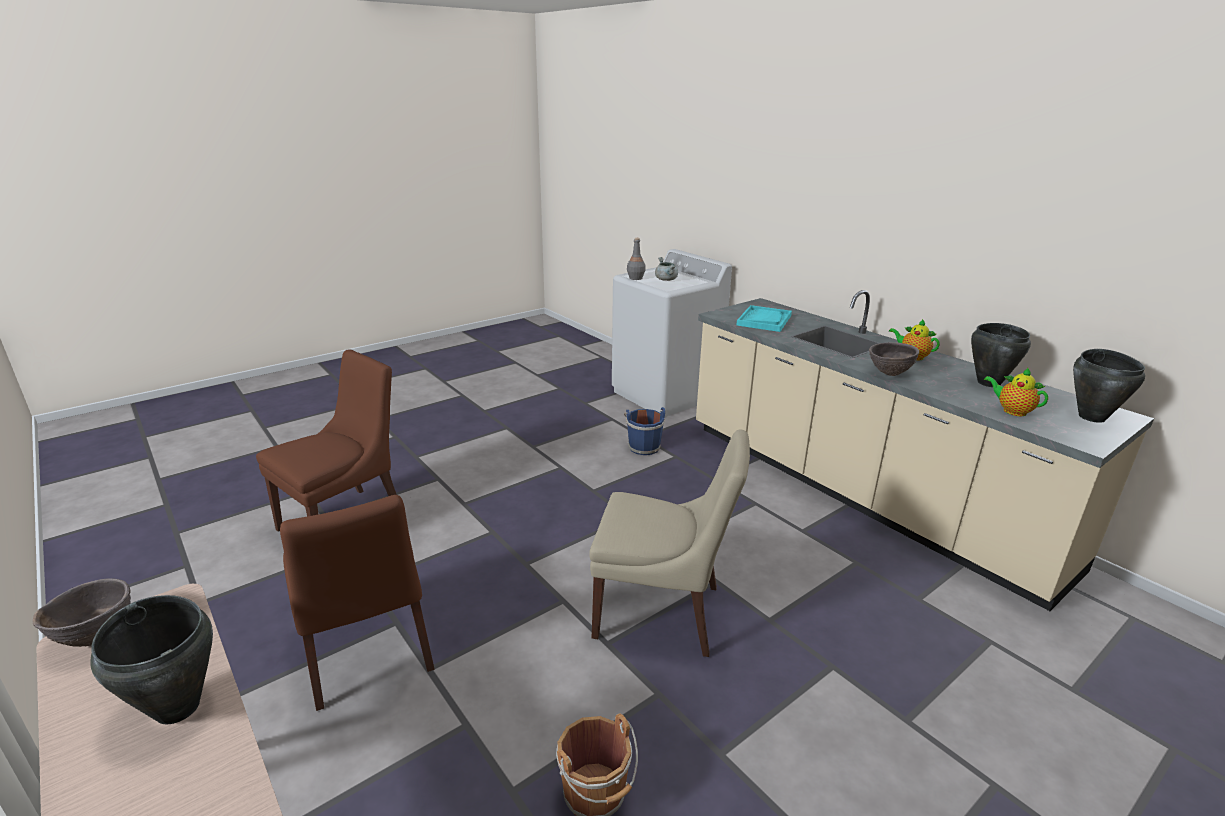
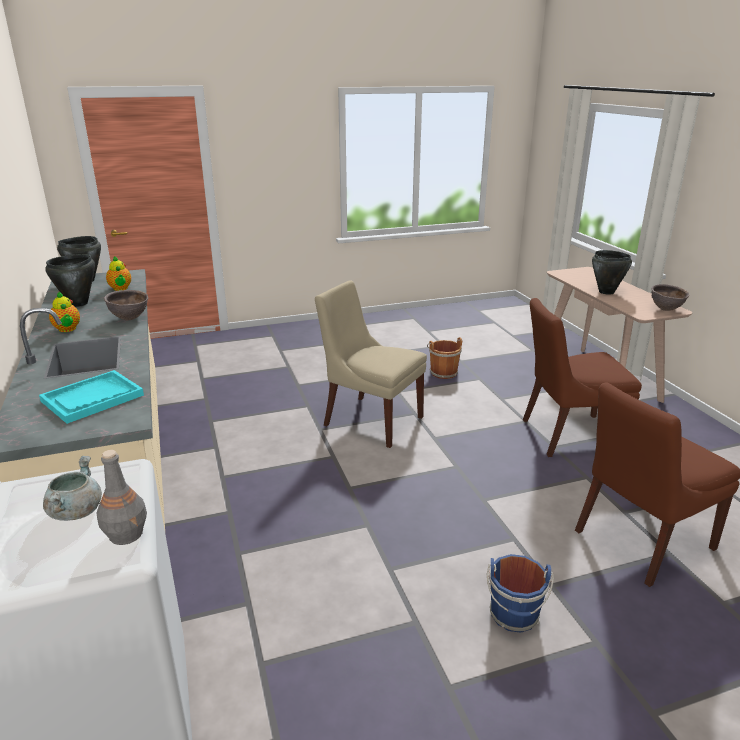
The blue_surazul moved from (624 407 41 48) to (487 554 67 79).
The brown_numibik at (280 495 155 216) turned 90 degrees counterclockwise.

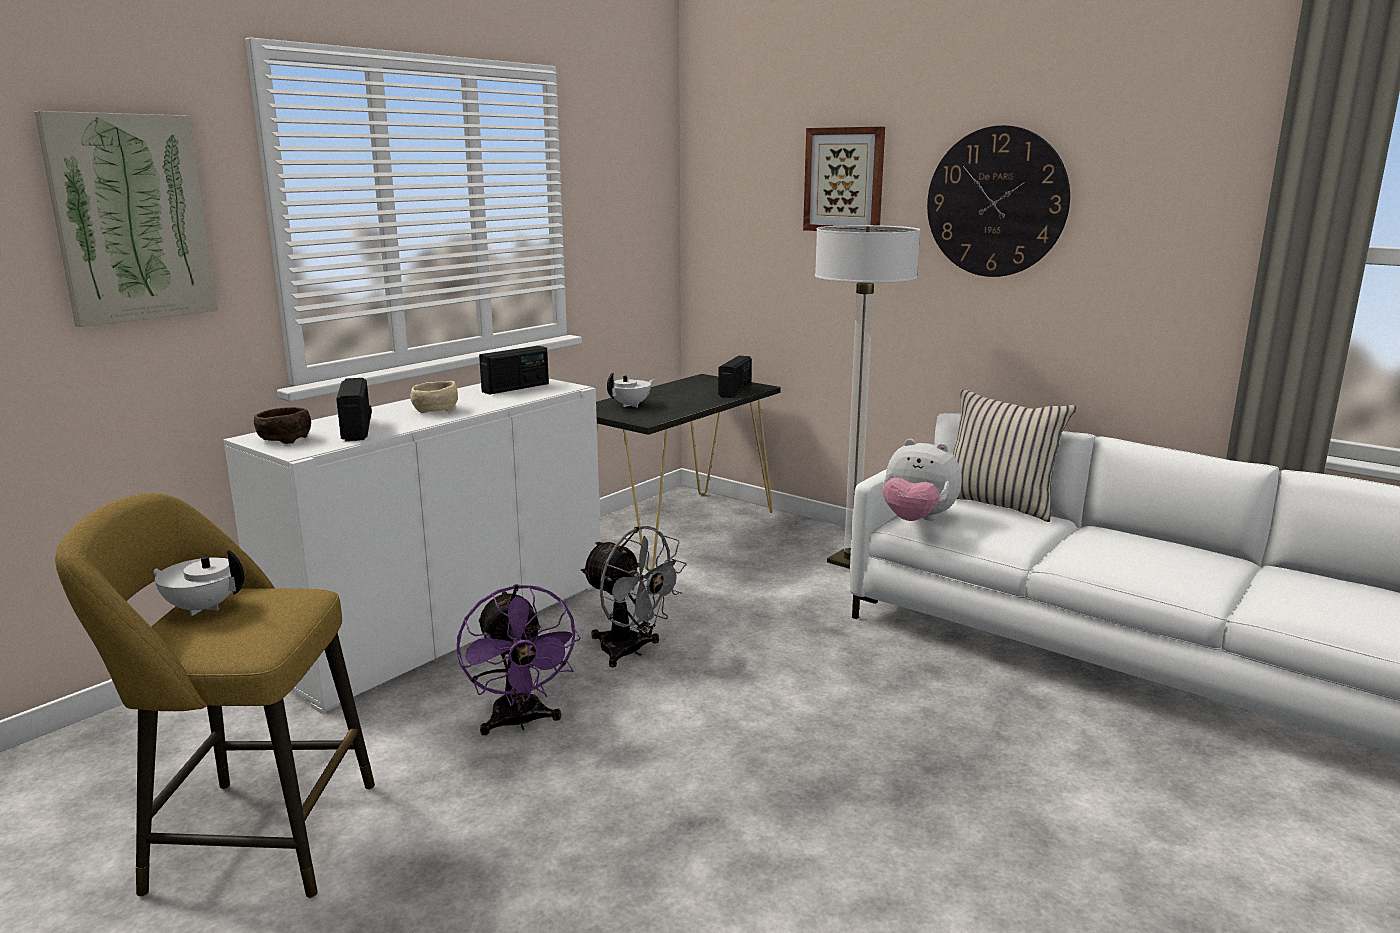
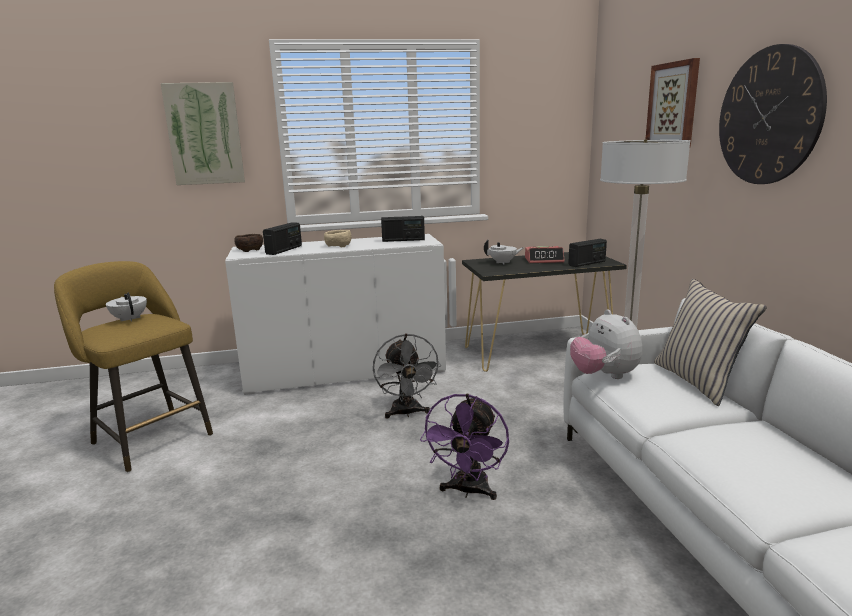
The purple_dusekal moved from (457 584 124 151) to (420 394 89 106).
The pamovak at (525 246 39 17) appeared.

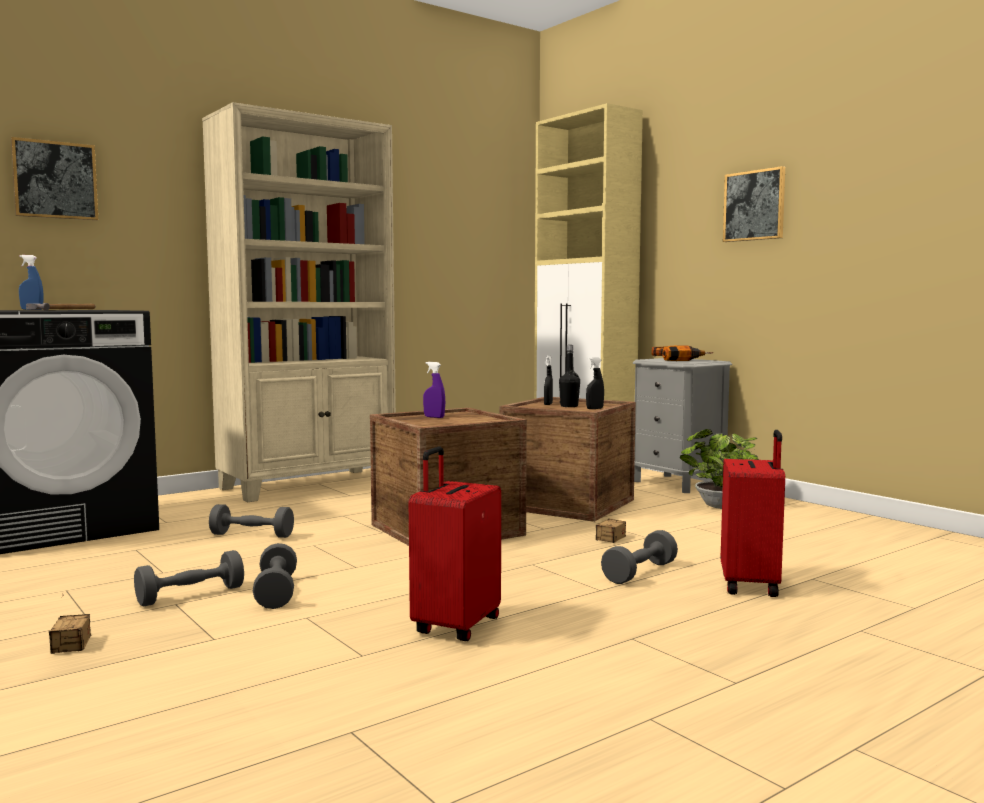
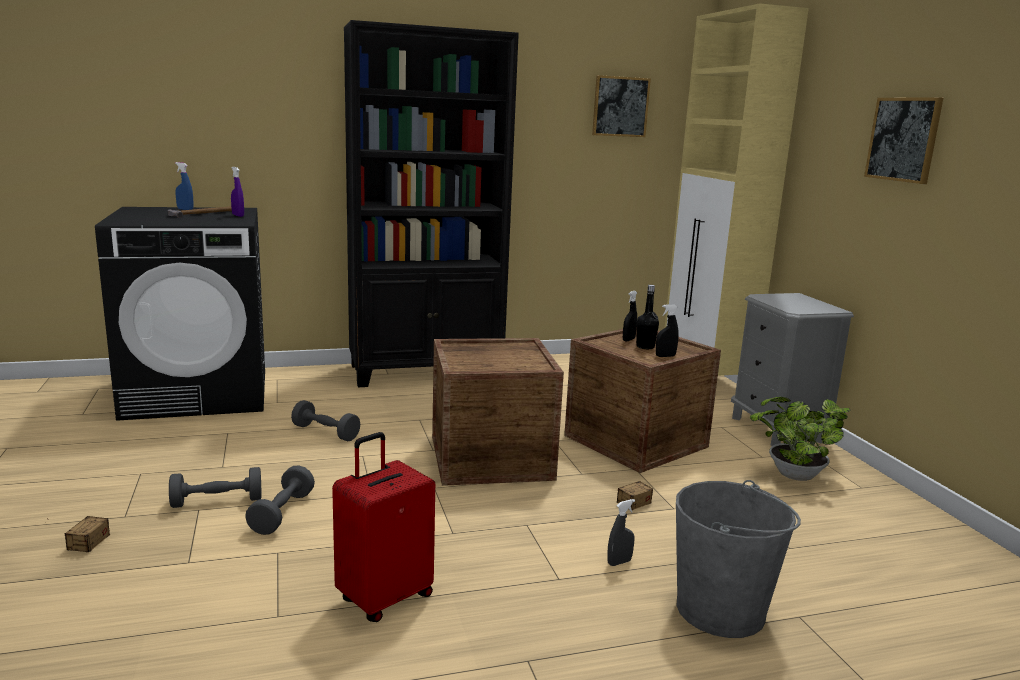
The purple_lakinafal moved from (423 362 22 56) to (231 167 13 50).
The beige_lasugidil at (202 102 194 401) became the black_lasugidil at (344 20 175 367).
The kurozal moved from (11 137 87 83) to (592 75 59 62).
The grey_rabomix at (601 530 77 54) was replaced by the grey_lakinafal at (607 499 28 67).
The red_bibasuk at (721 430 64 167) was replaced by the grey_surazul at (676 480 125 158).
The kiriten at (651 345 62 16) disappeared.

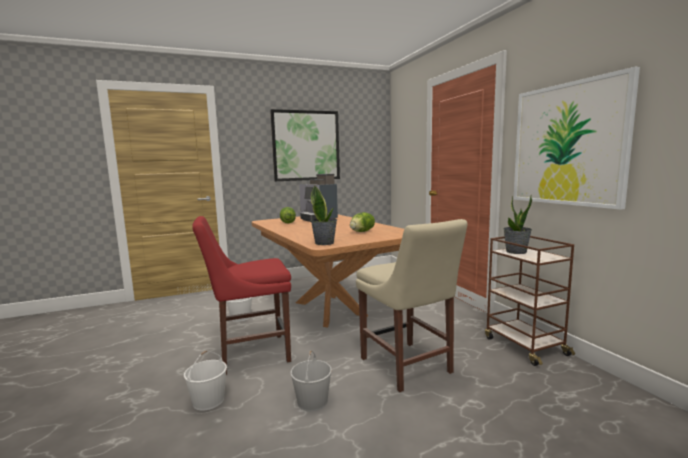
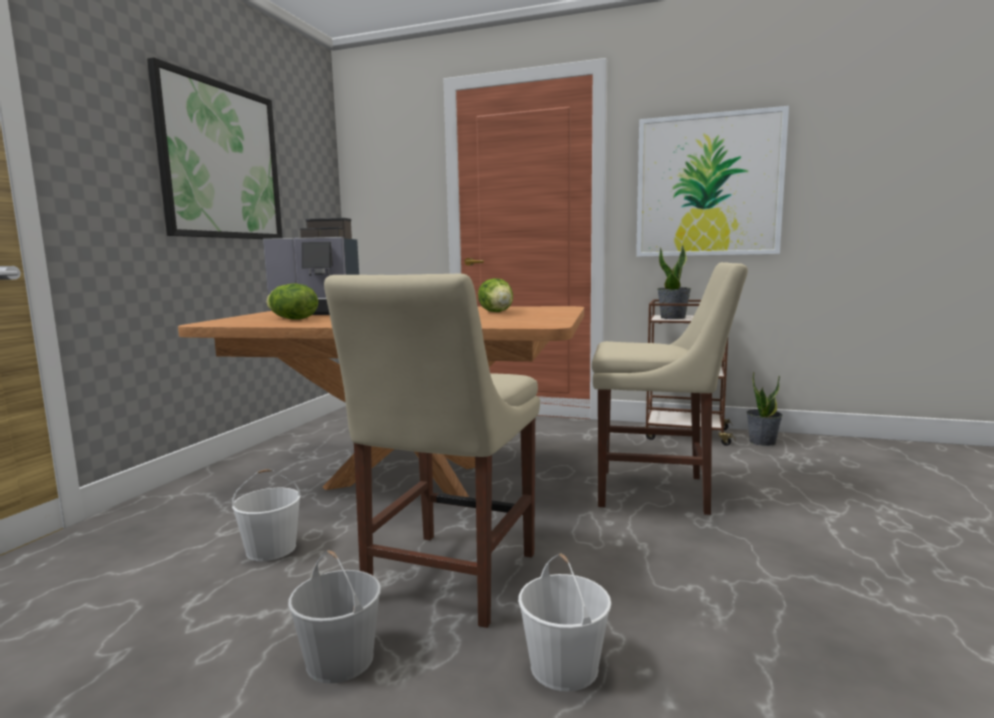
The white_surazul moved from (290 350 42 61) to (288 550 93 133).
The red_numibik at (192 216 99 159) became the beige_numibik at (324 274 216 354).
The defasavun moved from (311 185 26 60) to (747 371 36 75).

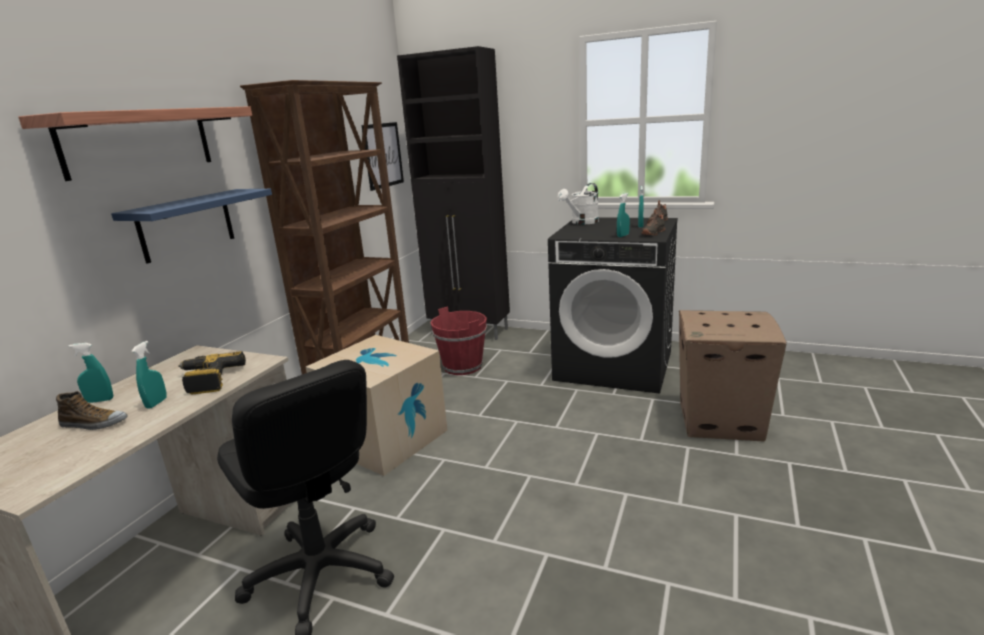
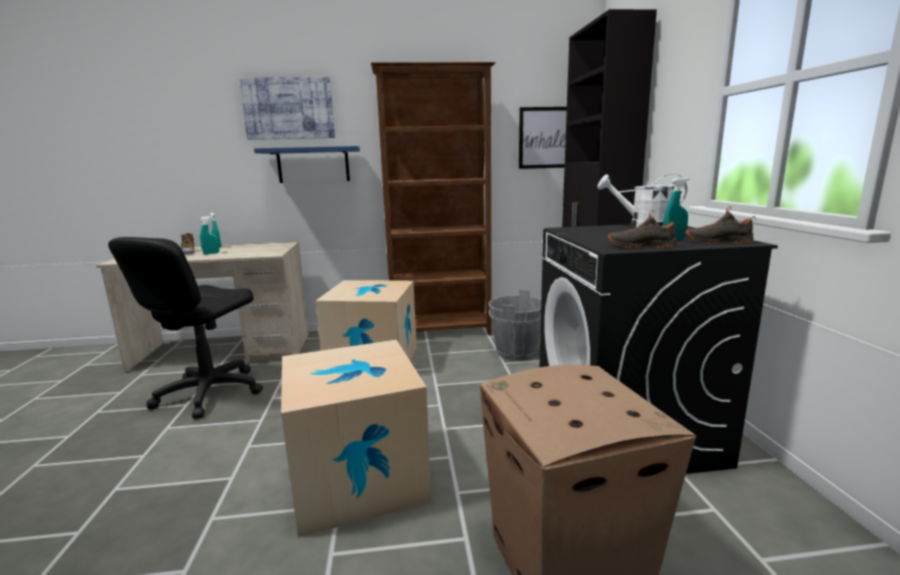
The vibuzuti at (18 106 234 75) was replaced by the kurozal at (239 77 96 63).
The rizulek at (281 340 150 198) appeared.
The red_surazul at (430 307 57 68) became the grey_surazul at (489 289 52 72).
The kiriten at (178 351 68 43) disappeared.
The turquoise_lakinafal at (617 193 13 44) disappeared.

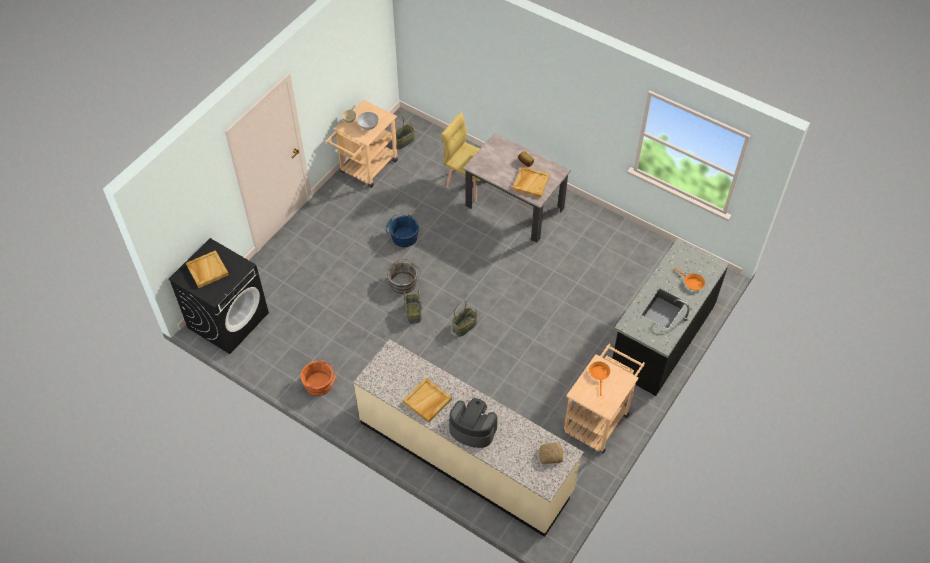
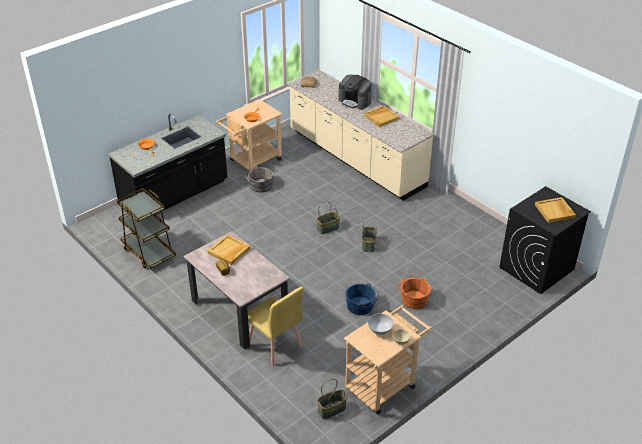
The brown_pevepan at (117 188 59 81) appeared.
The grey_surazul moved from (387 259 34 35) to (245 166 28 27).
The orange_surazul moved from (300 360 37 36) to (397 276 34 33).

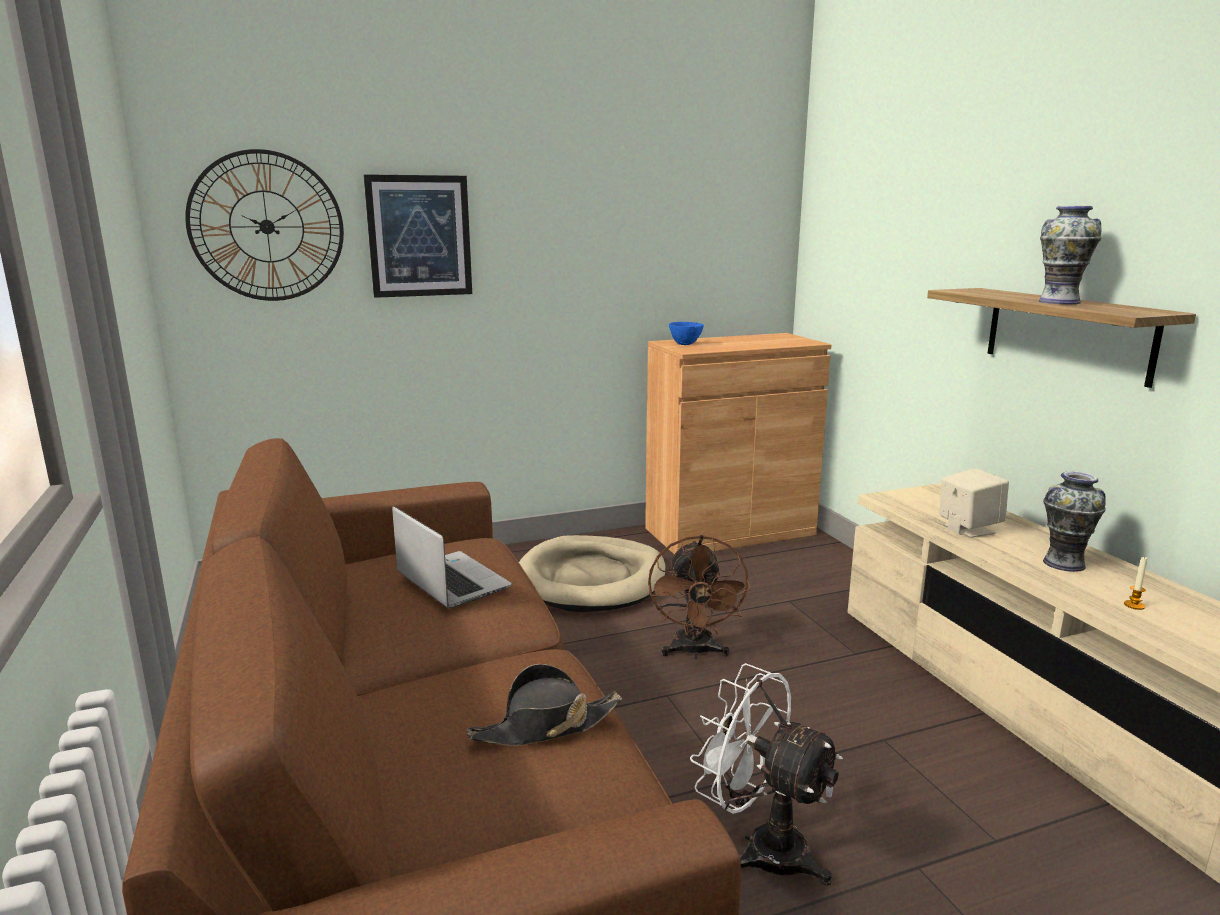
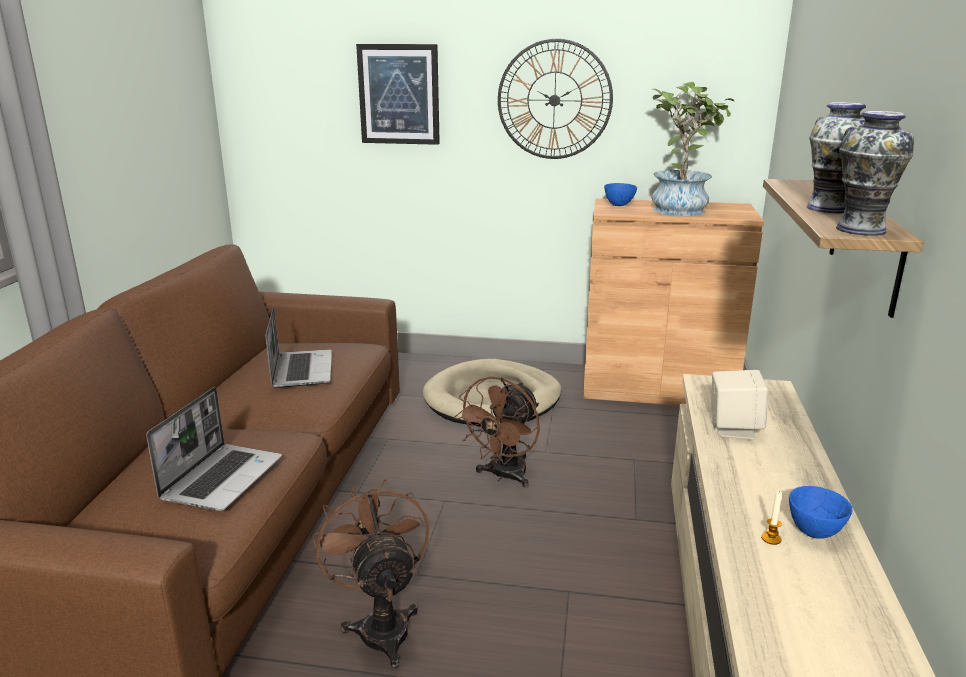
The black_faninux at (466 664 156 82) was replaced by the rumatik at (146 387 136 124).
The white_dusekal at (690 663 153 223) became the brown_dusekal at (312 479 117 189).
The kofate moved from (185 149 159 152) to (498 39 115 120).
The defasavun at (652 82 82 134) appeared.
The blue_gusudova at (789 486 64 53) appeared.
The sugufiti moved from (1043 471 63 101) to (836 111 78 125).

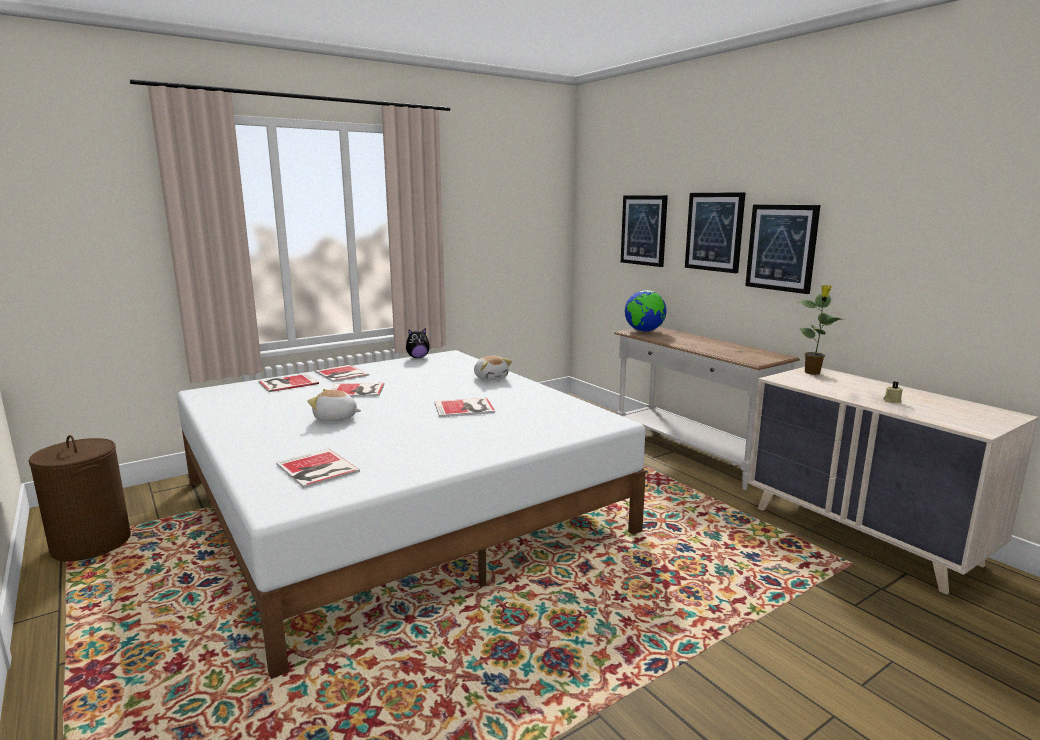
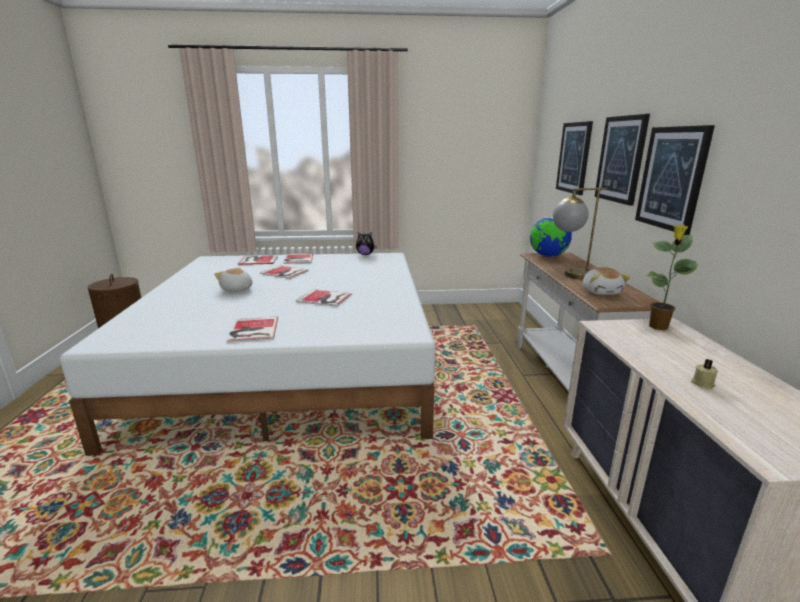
The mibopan moved from (276 449 84 39) to (227 316 51 27).
The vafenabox at (553 187 54 92) appeared.
The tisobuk moved from (474 356 38 24) to (583 267 48 28).

